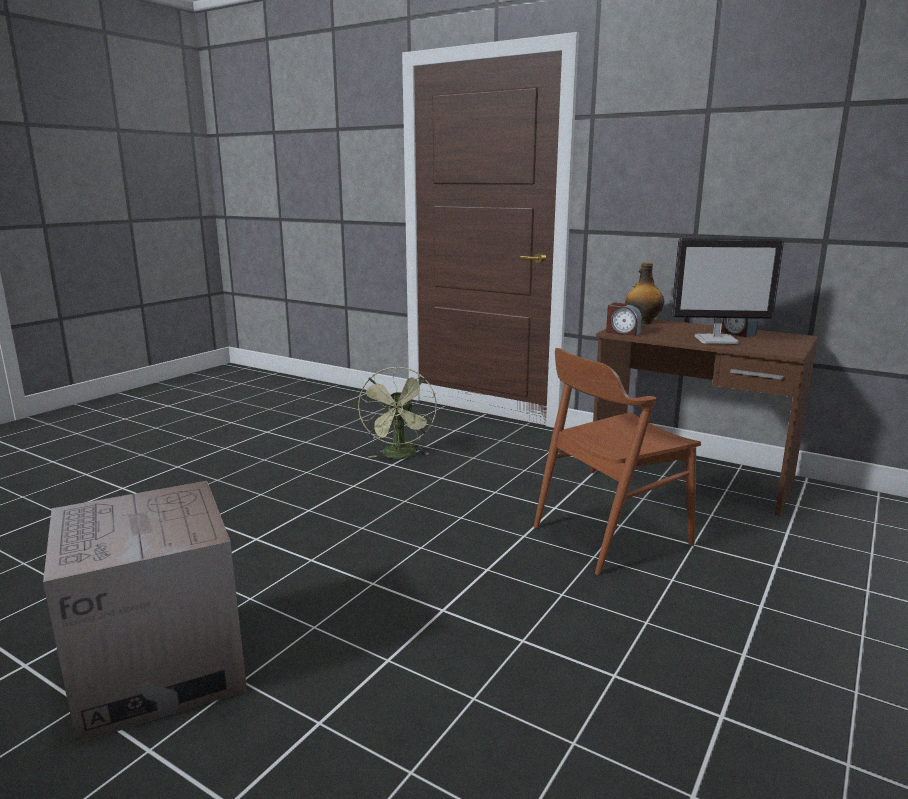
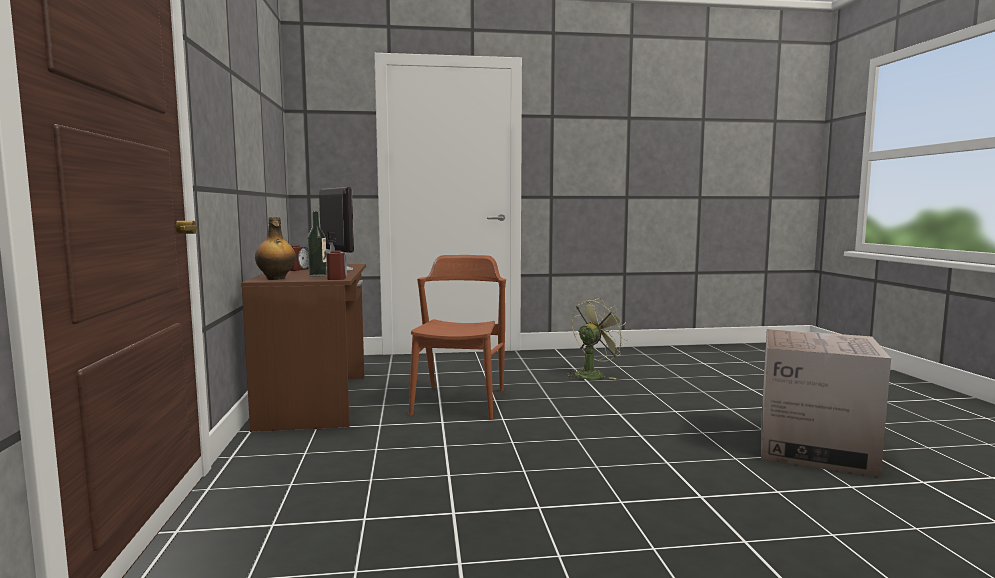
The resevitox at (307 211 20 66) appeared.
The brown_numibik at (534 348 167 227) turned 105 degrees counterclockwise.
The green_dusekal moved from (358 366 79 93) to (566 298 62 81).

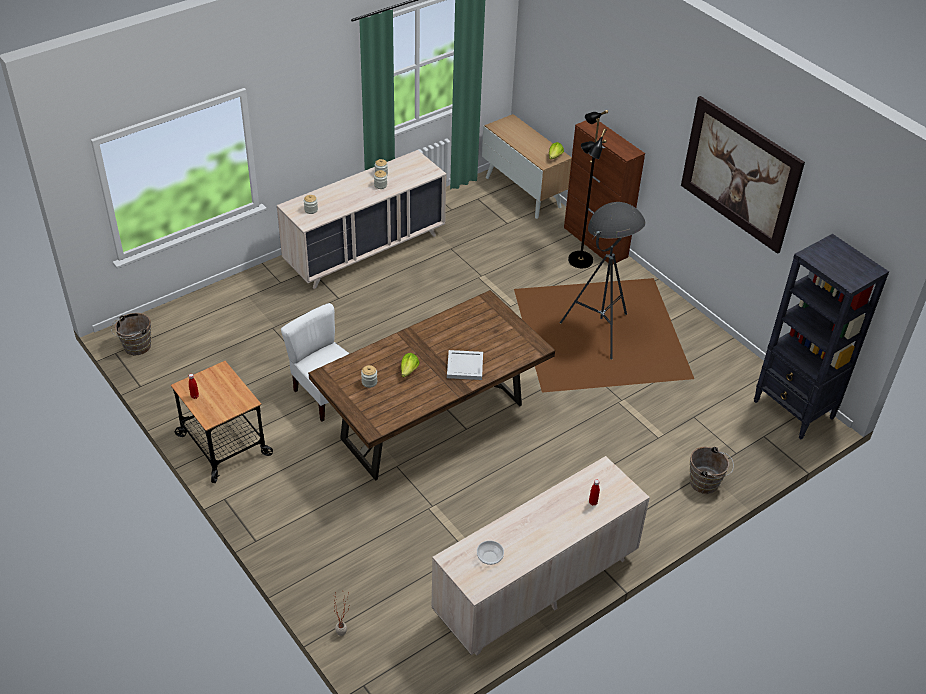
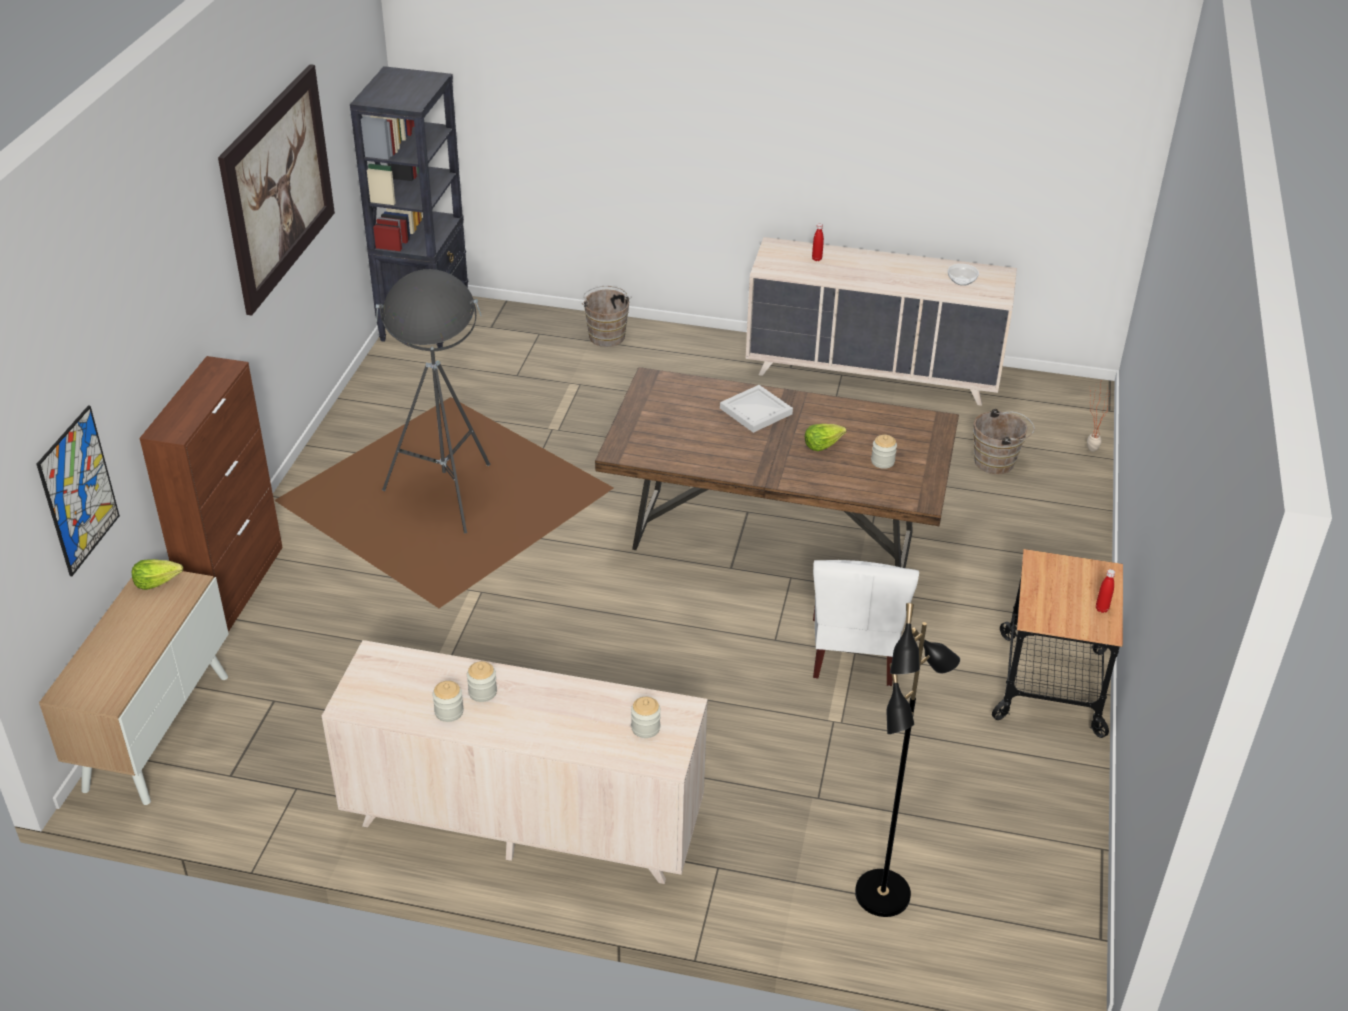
The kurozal at (36 405 84 171) appeared.
The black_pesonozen moved from (568 110 40 158) to (855 603 105 314).
The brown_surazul moved from (111 313 40 42) to (973 409 62 65).

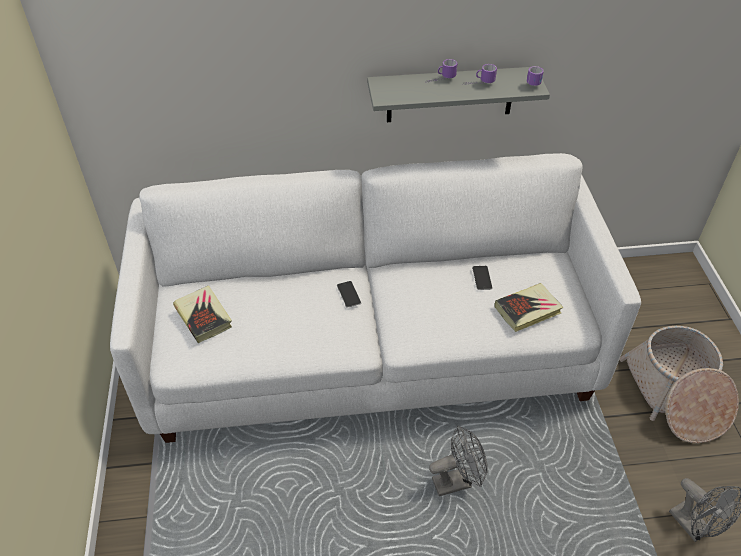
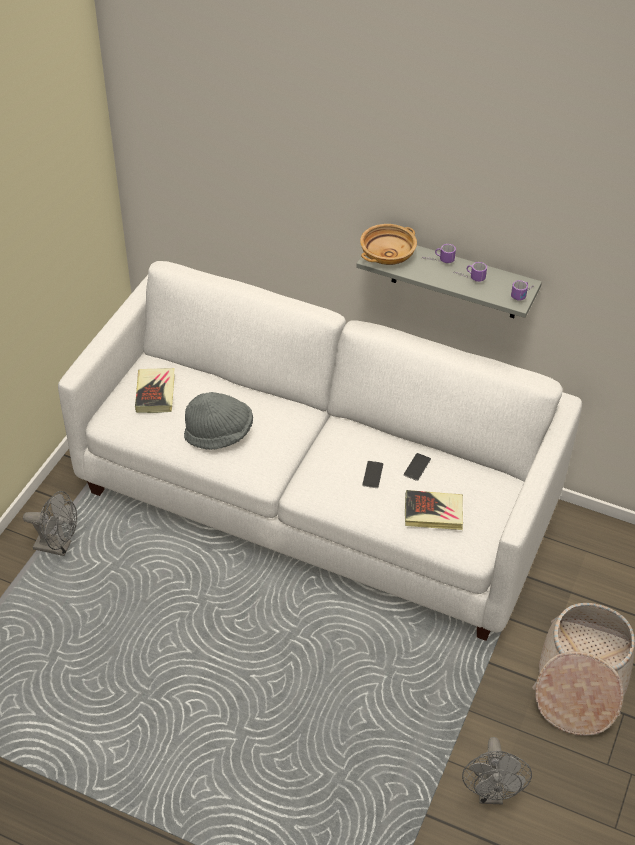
The grey_dusekal moved from (429 425 58 71) to (23 491 54 65).
The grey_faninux at (184 392 69 58) appeared.
The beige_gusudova at (360 224 57 41) appeared.
The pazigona moved from (337 281 24 27) to (362 461 21 27).

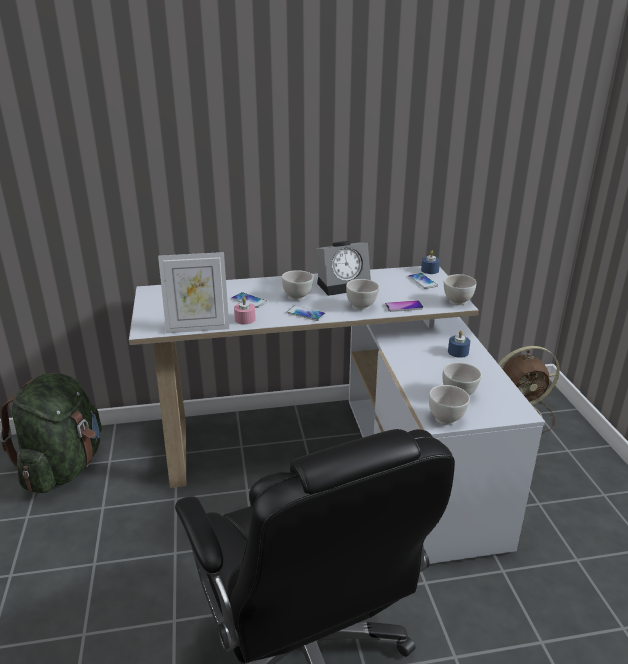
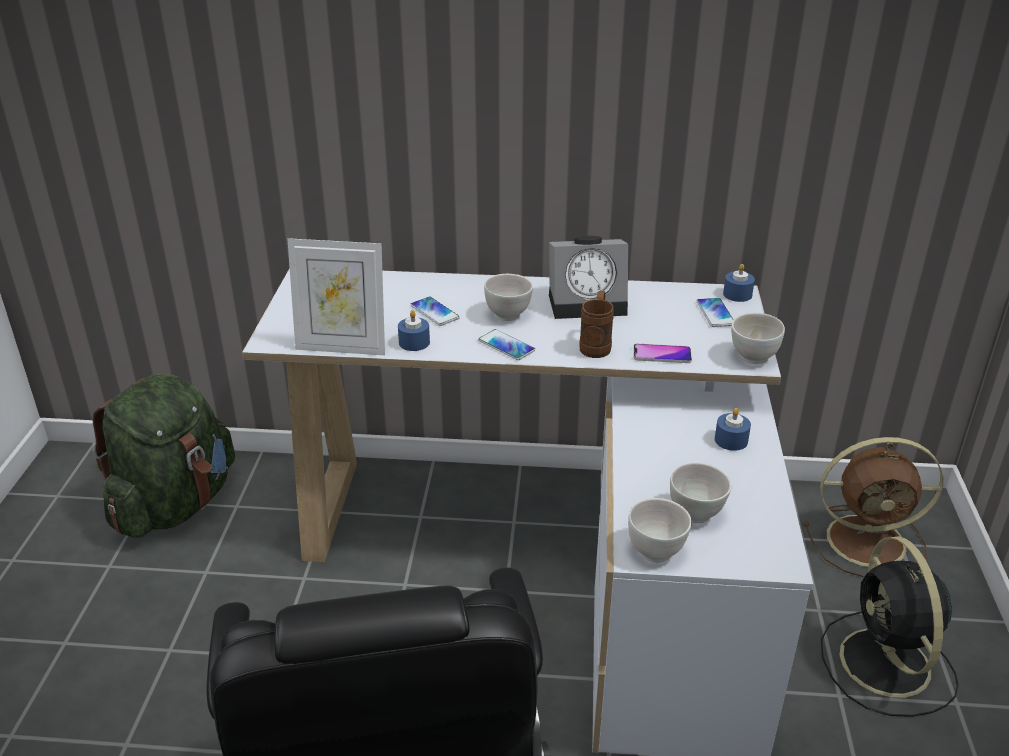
The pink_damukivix at (234 297 22 28) became the blue_damukivix at (398 310 32 41).
The white_gusudova at (346 279 33 31) was replaced by the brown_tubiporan at (579 291 35 67).
The black_dusekal at (821 536 138 181) appeared.

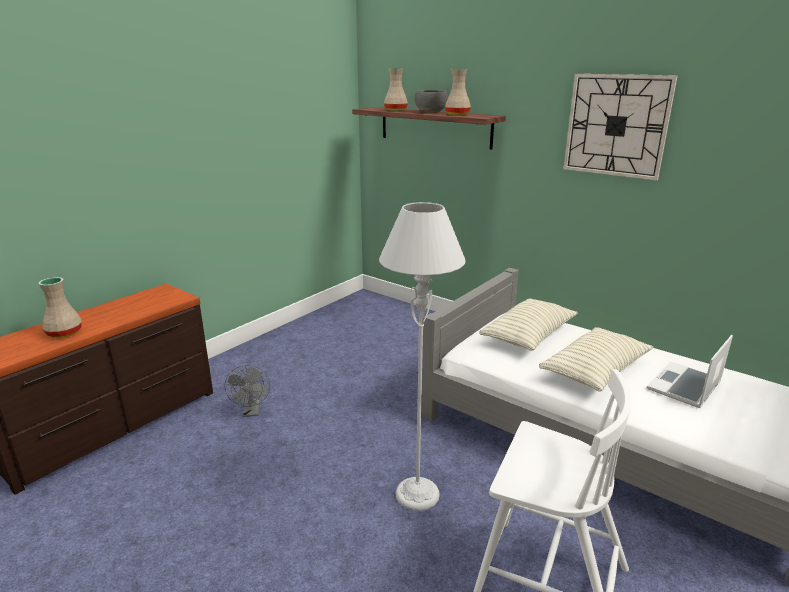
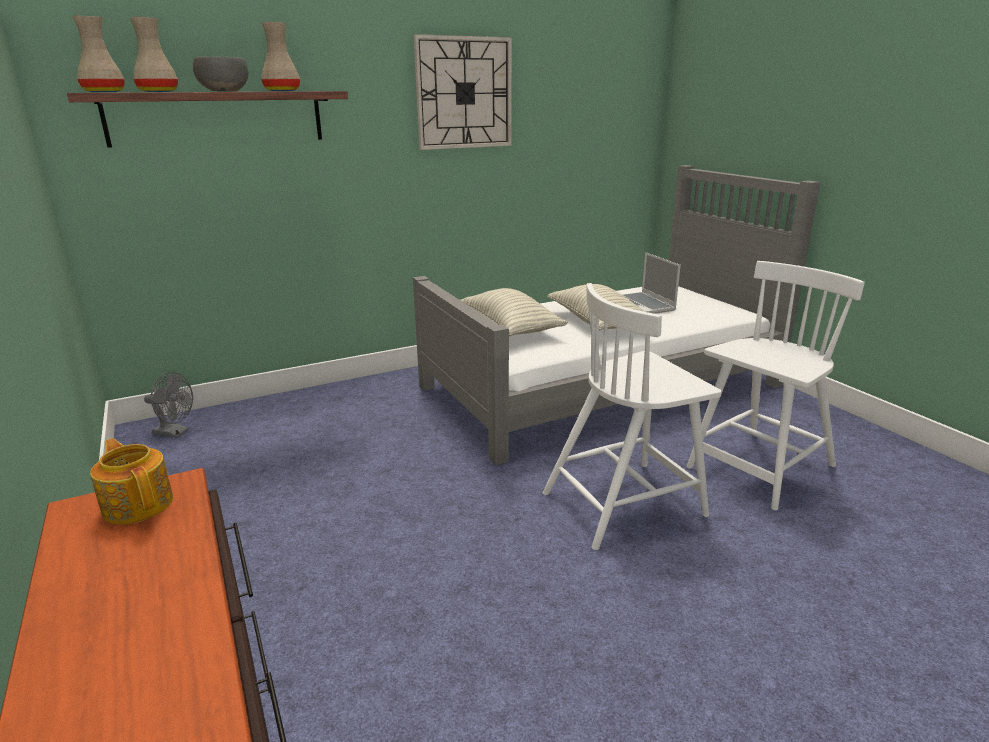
The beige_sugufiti moved from (39 277 43 61) to (72 15 53 77).
The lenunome at (90 438 83 86) appeared.
The grey_dusekal moved from (224 365 46 52) to (144 372 49 66).
The grey_pesonozen at (379 202 87 309) was replaced by the white_numibik at (543 283 179 267).

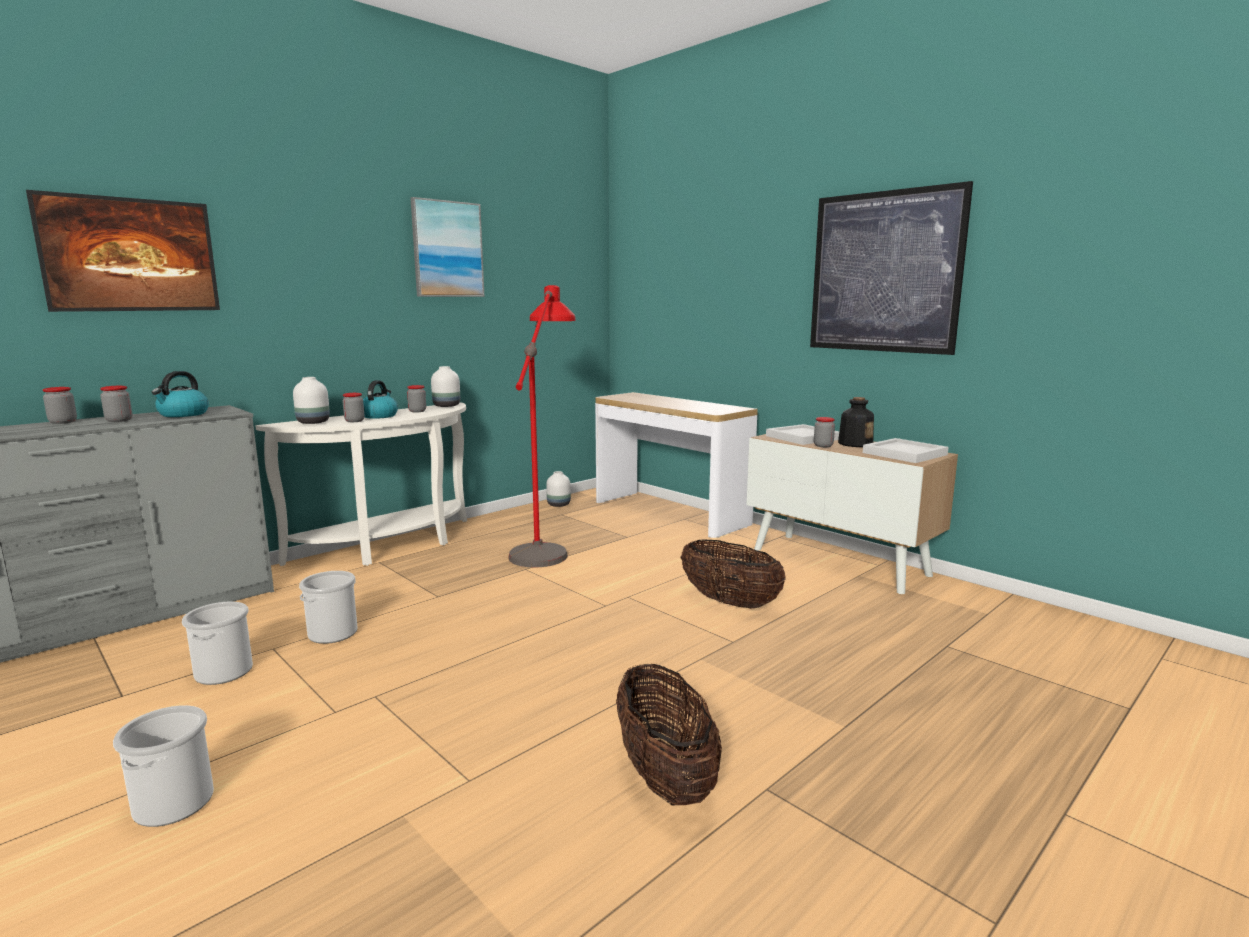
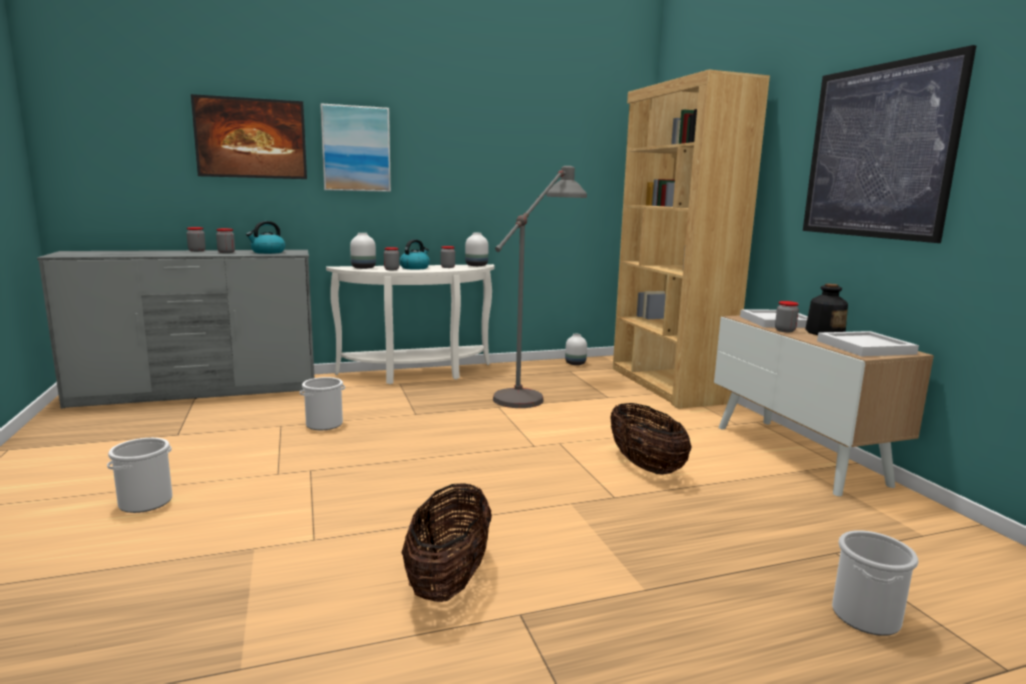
The kurozal moved from (410 197 75 100) to (320 103 71 89).
The red_pesonozen at (508 285 68 282) became the grey_pesonozen at (493 166 94 242).
The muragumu at (595 392 163 146) was replaced by the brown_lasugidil at (613 70 157 339).
The surazul moved from (182 601 71 84) to (832 530 86 106).

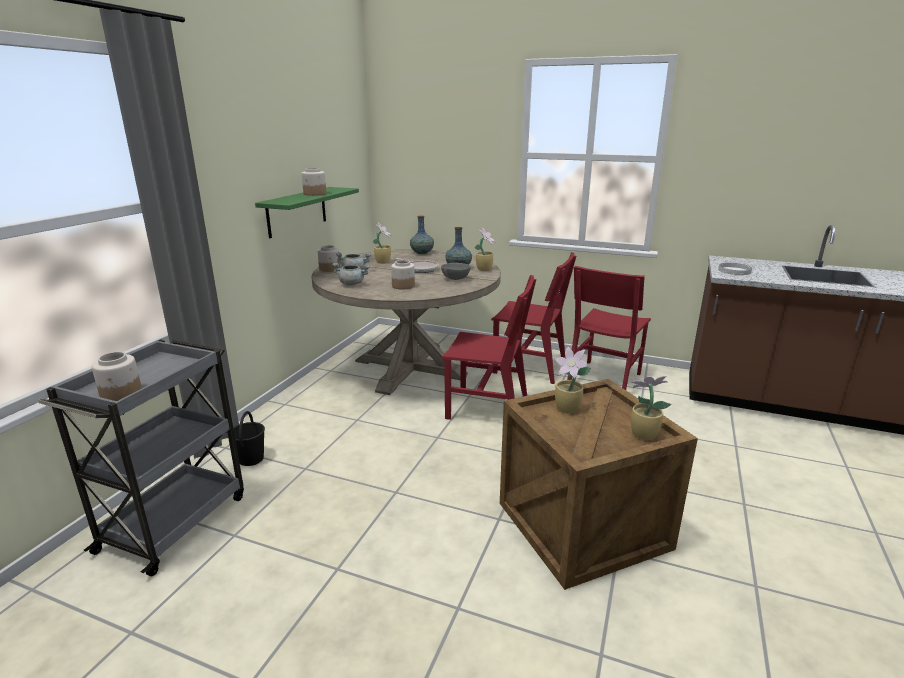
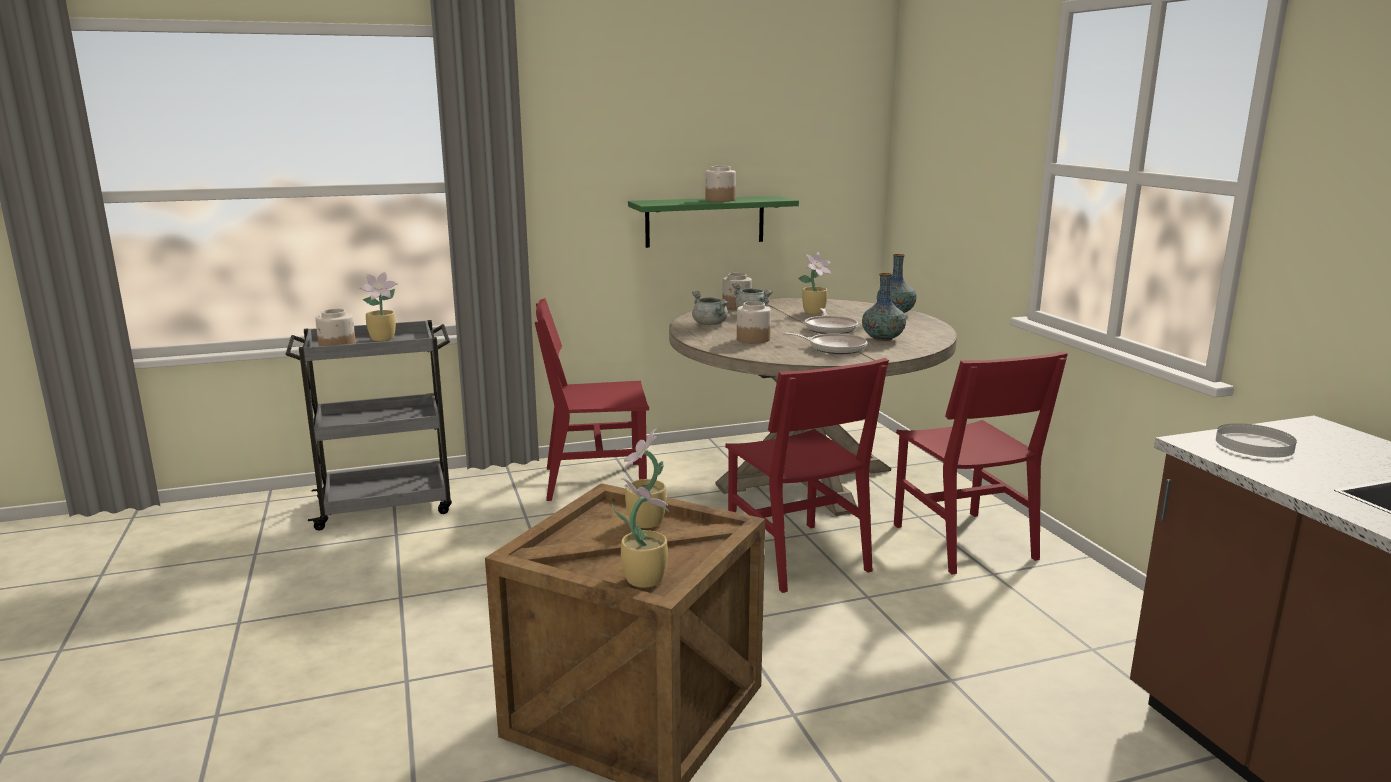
The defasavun moved from (475 227 20 44) to (359 272 38 69).
The red_numibik moved from (567 266 84 124) to (535 298 114 203).
The grey_gusudova at (441 263 29 17) was replaced by the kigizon at (783 332 84 22).
The black_surazul at (233 411 32 55) disappeared.

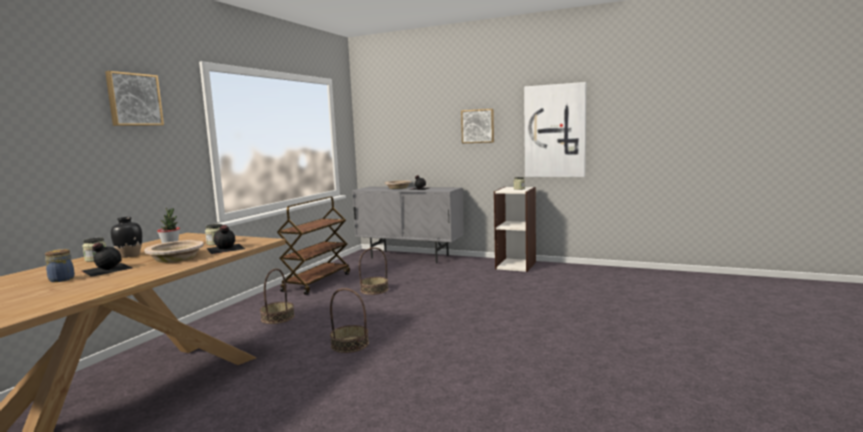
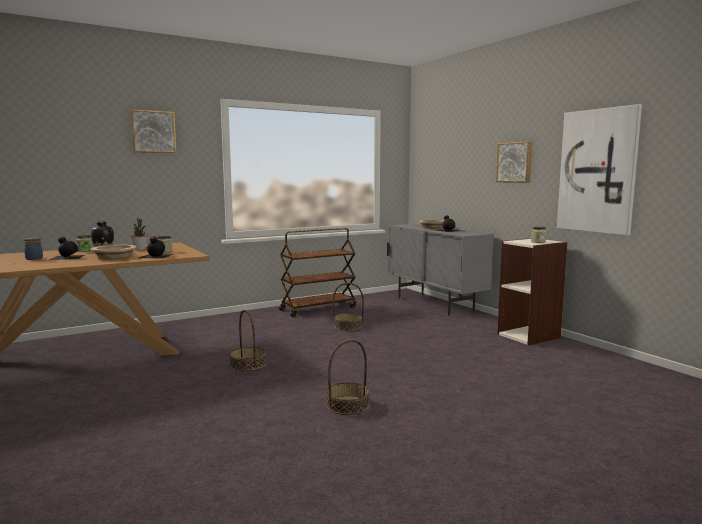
The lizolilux moved from (260 268 35 56) to (326 339 44 76).

